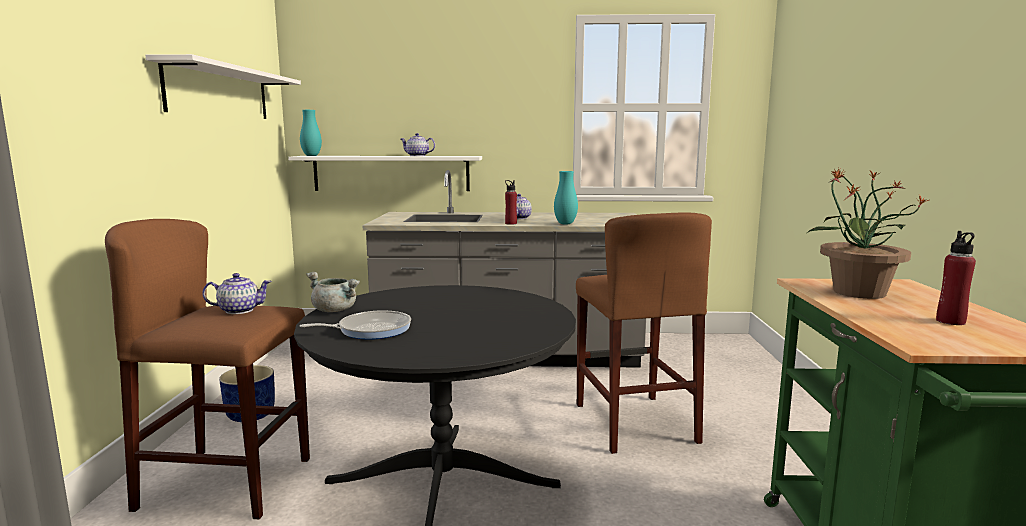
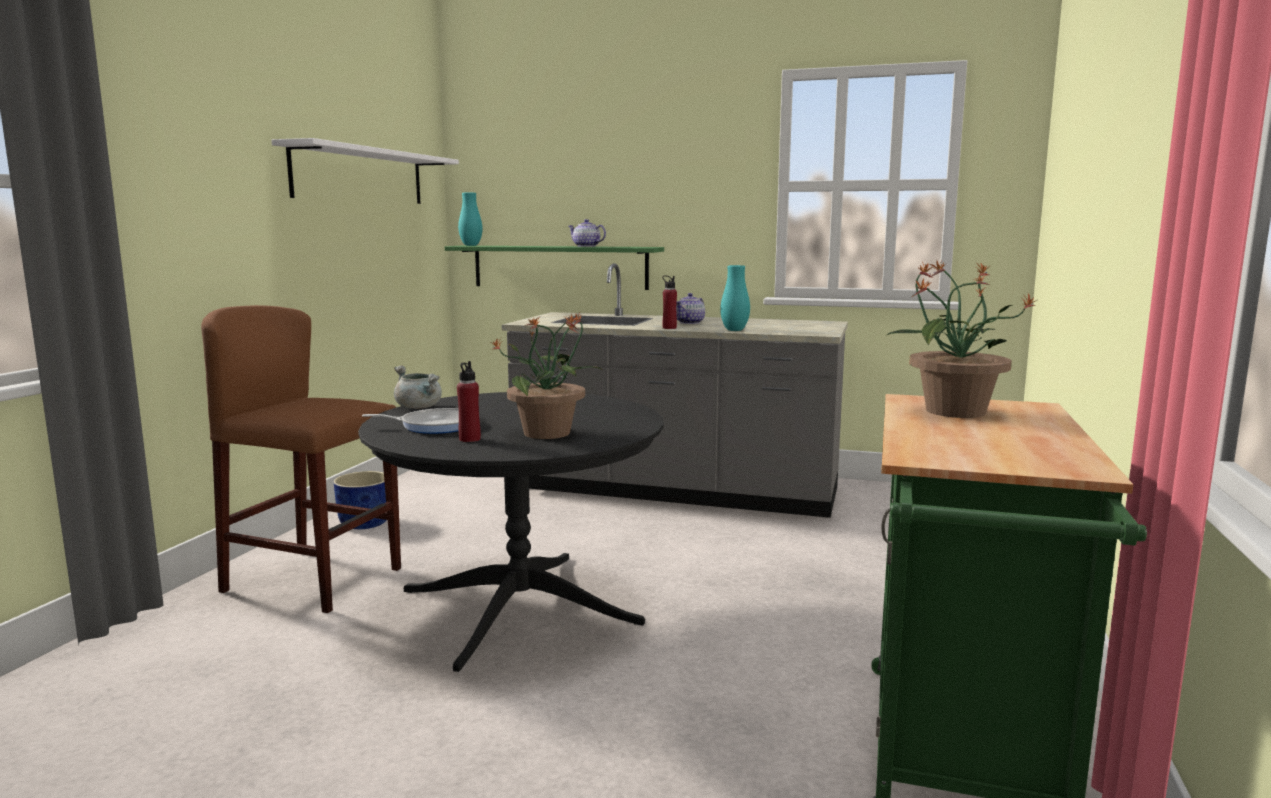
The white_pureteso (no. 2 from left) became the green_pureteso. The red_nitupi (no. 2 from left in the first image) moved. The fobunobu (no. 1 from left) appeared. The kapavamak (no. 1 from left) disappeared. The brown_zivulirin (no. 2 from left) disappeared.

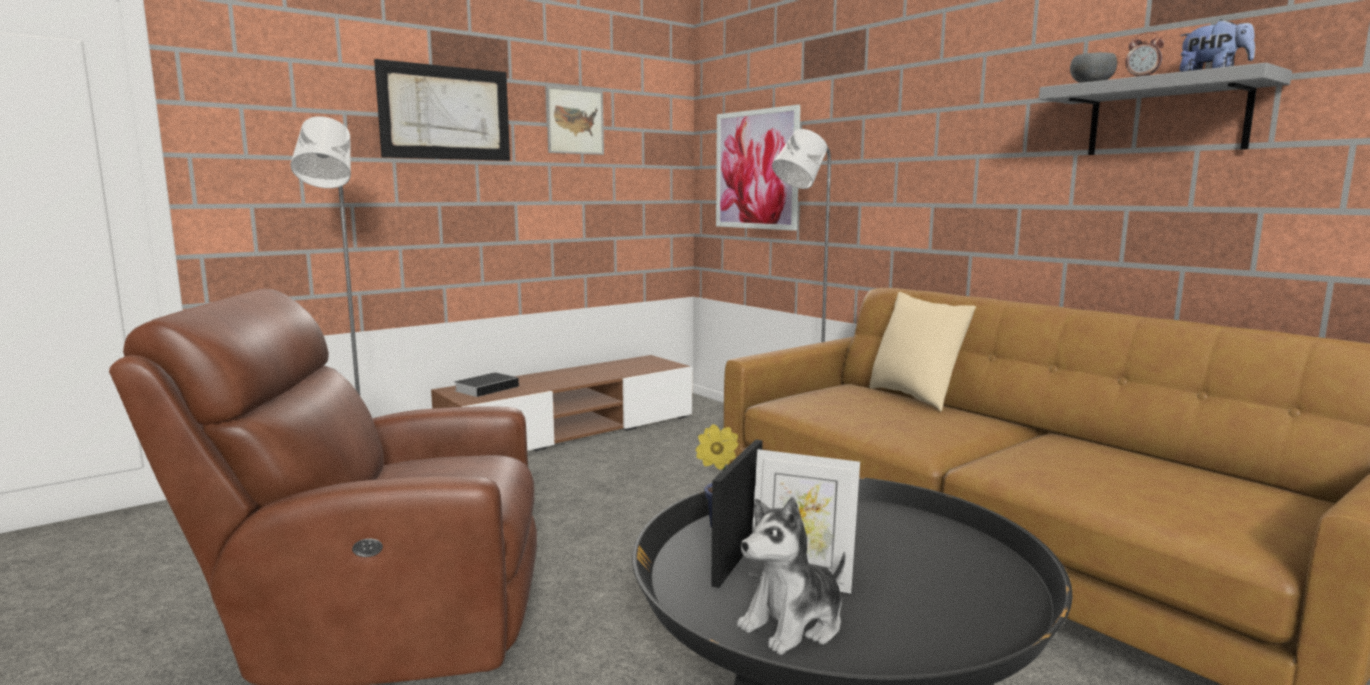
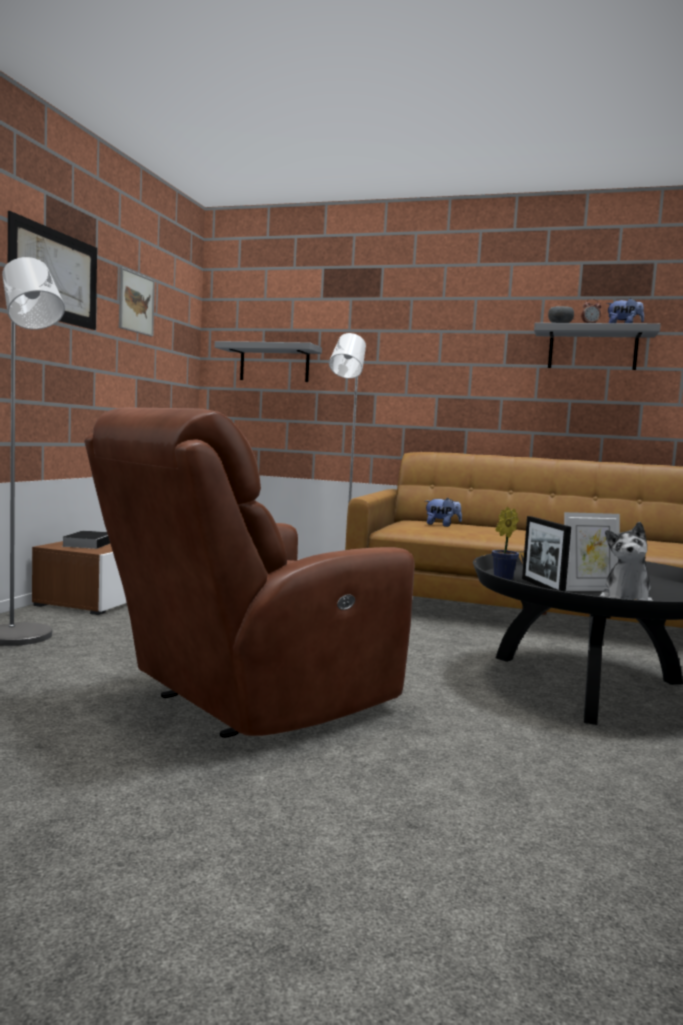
The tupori (no. 3 from left) was replaced by the grey_pureteso (no. 1 from left). The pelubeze (no. 1 from left) appeared. The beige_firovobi disappeared.

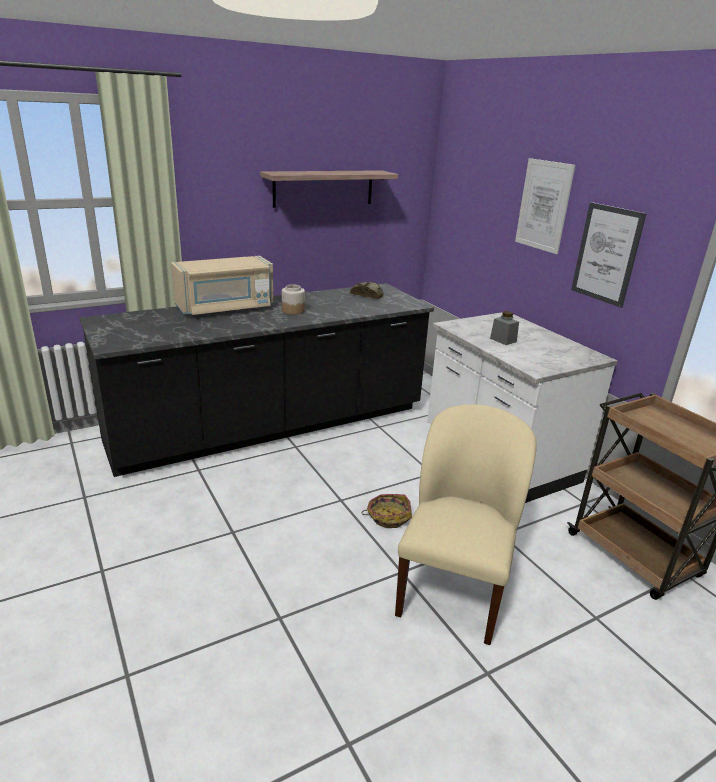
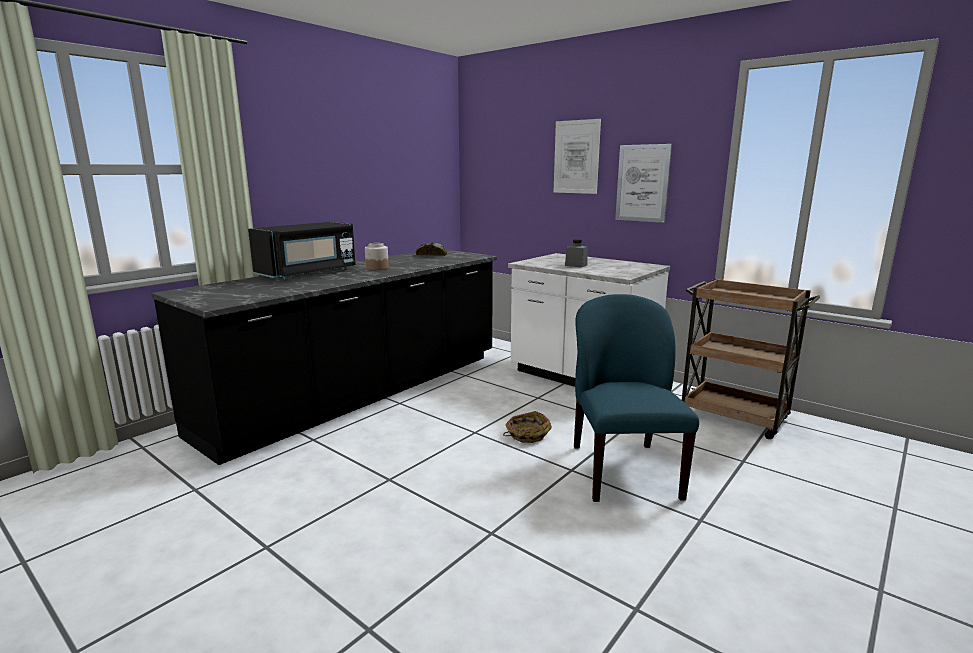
The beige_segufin became the black_segufin. The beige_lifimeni became the blue_lifimeni. The pureteso disappeared.

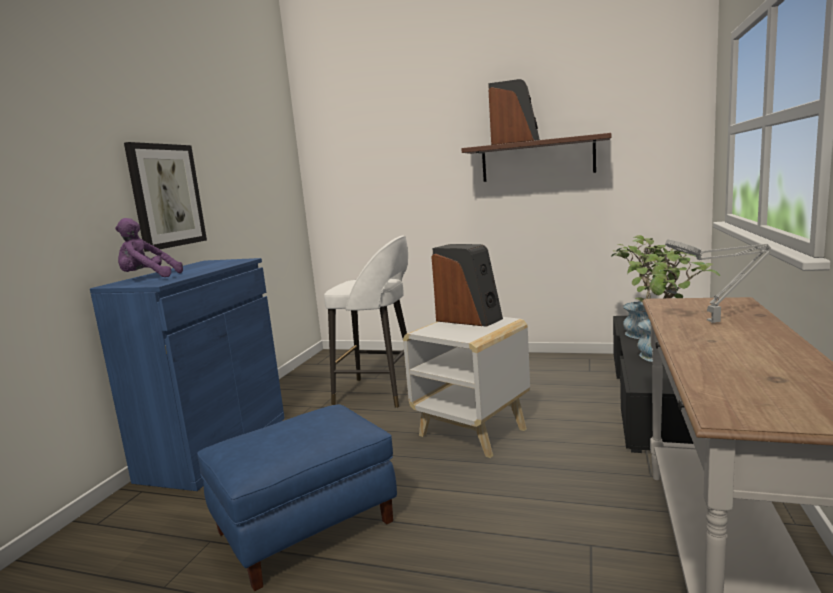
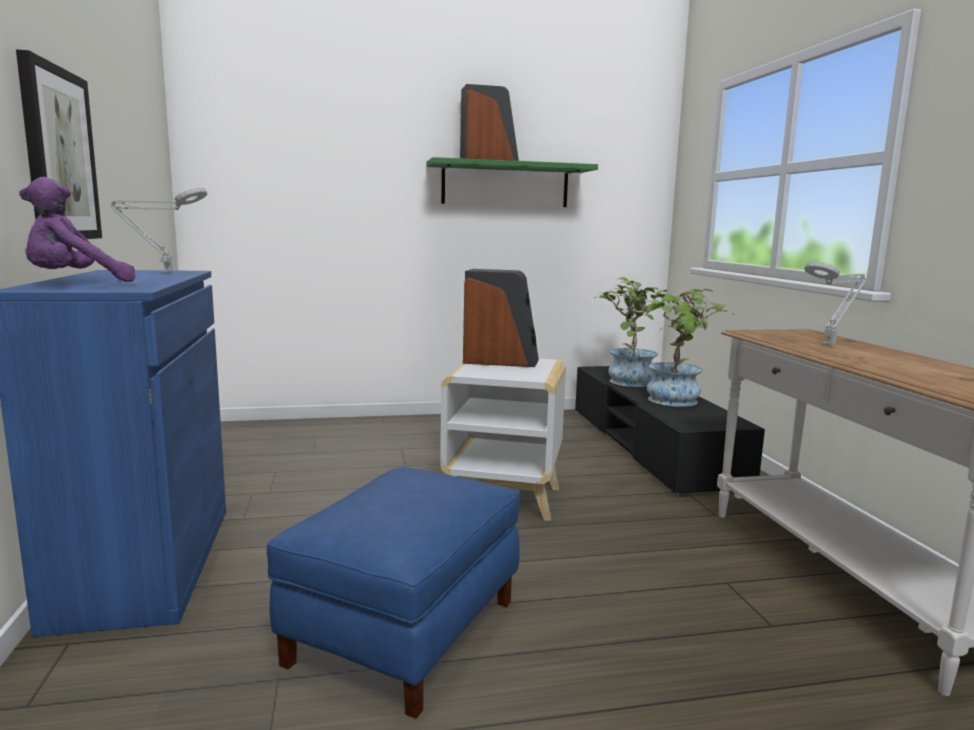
The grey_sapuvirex (no. 1 from left) appeared. The brown_pureteso became the green_pureteso. The white_zivulirin disappeared.

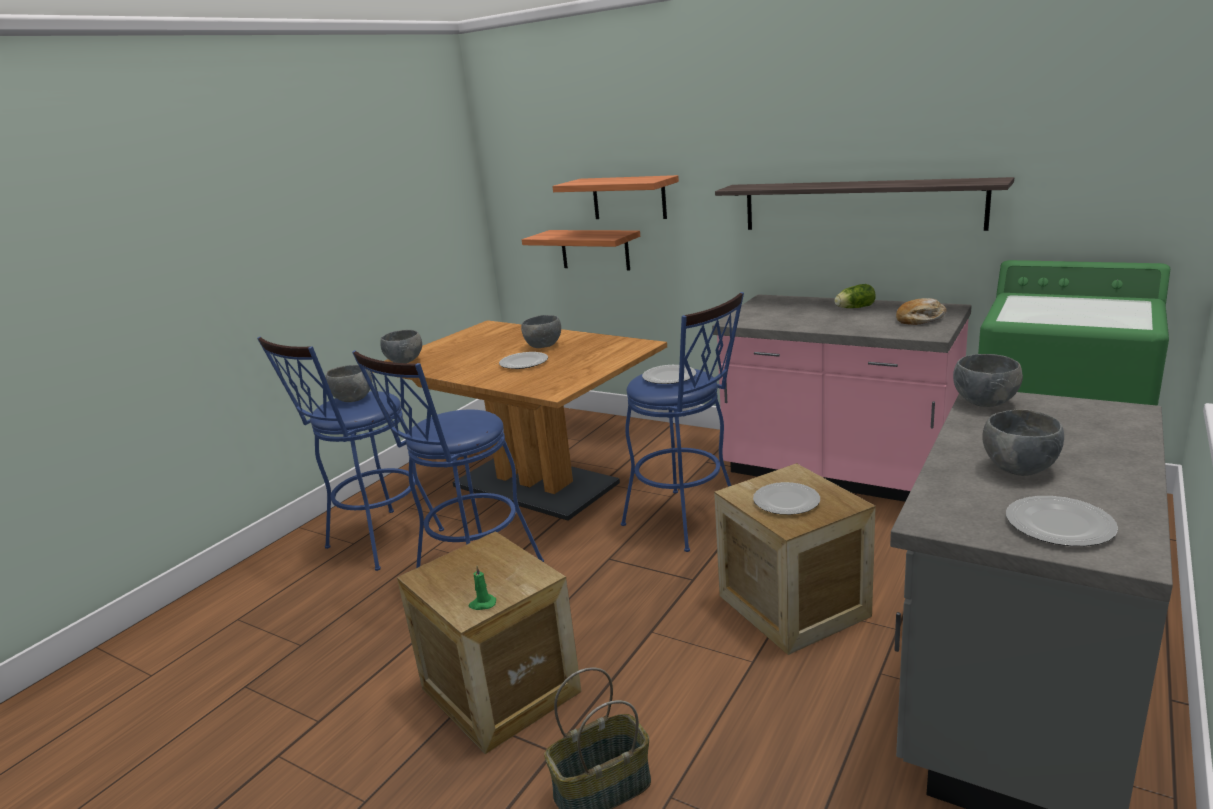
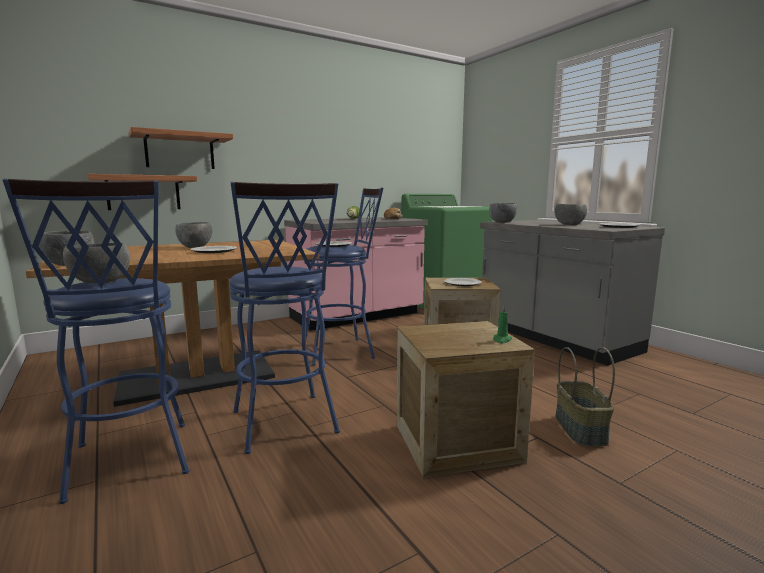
The pureteso (no. 3 from left) disappeared.

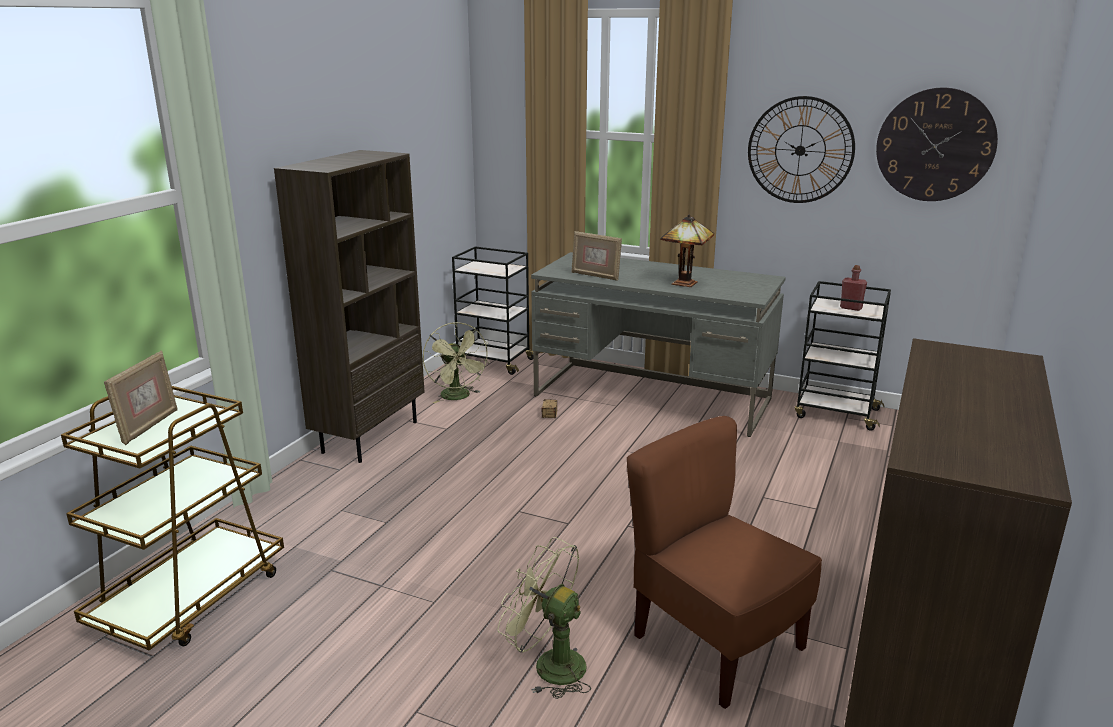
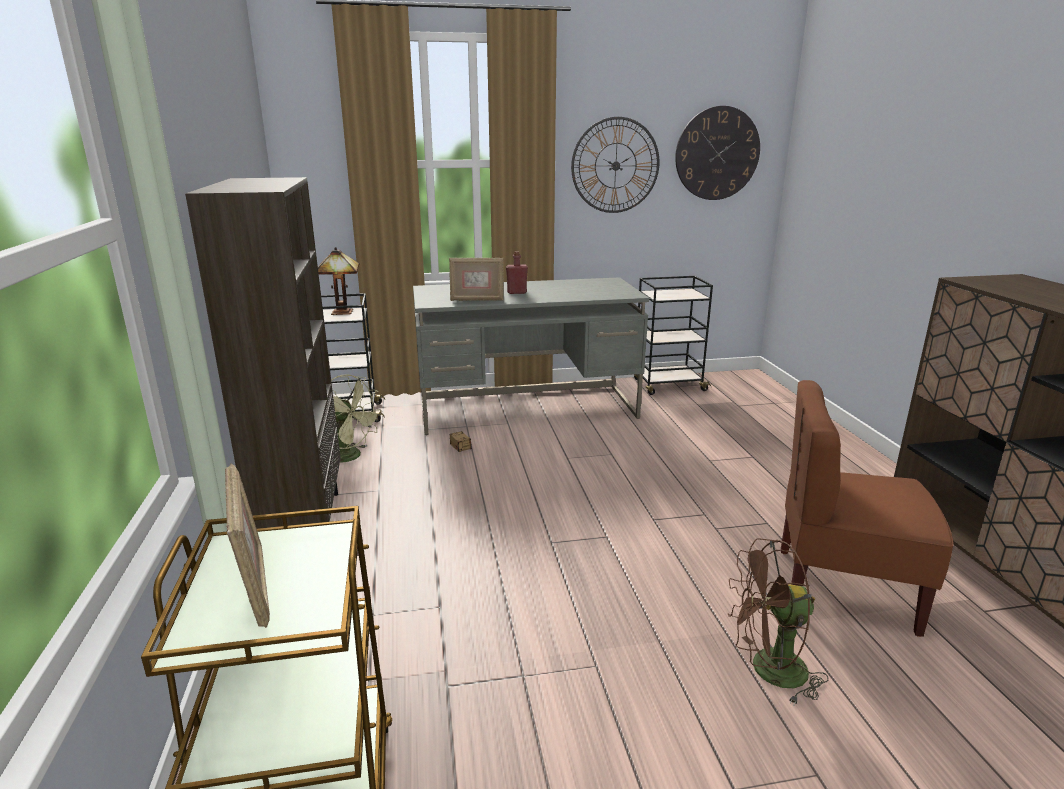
The sapuvirex moved. The red_nitupi moved. The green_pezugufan (no. 2 from left) became the brown_pezugufan.

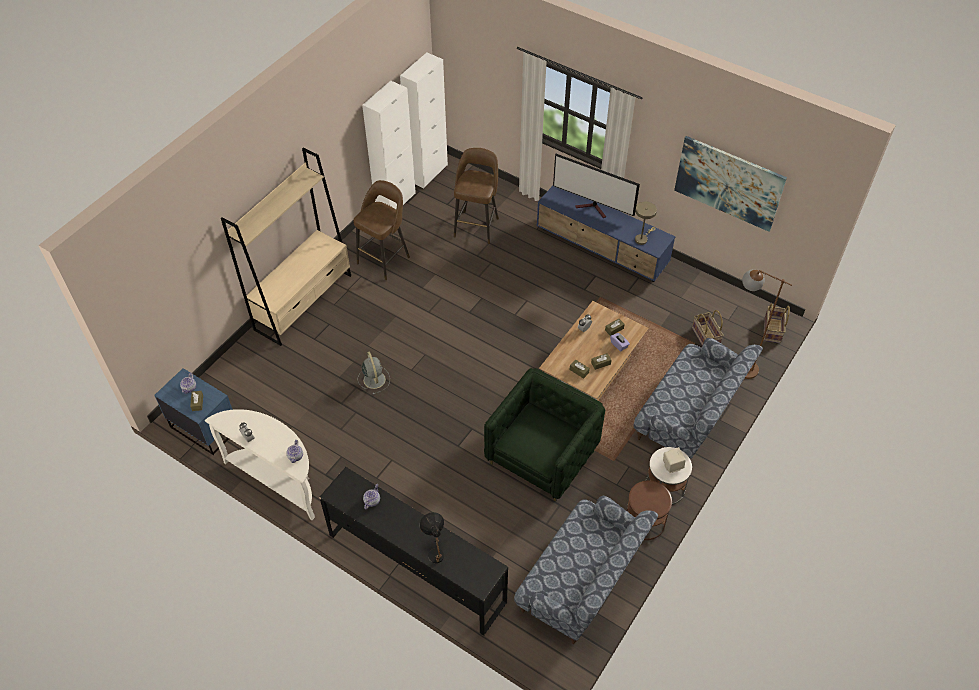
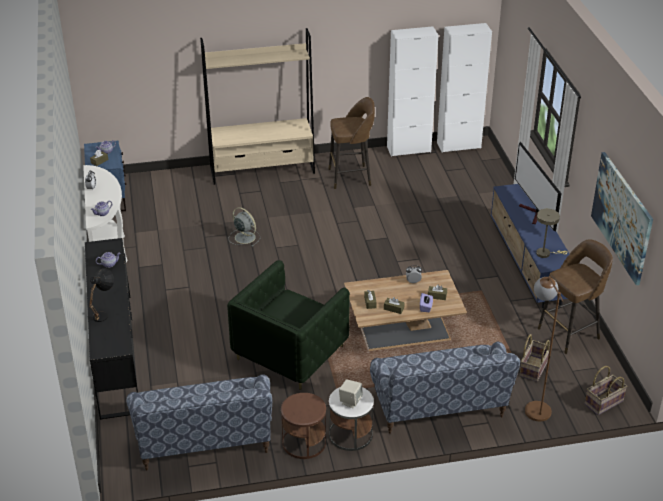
The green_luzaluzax turned 135 degrees clockwise. The grey_pezugufan turned 75 degrees counterclockwise. The brown_zivulirin (no. 2 from left) moved.

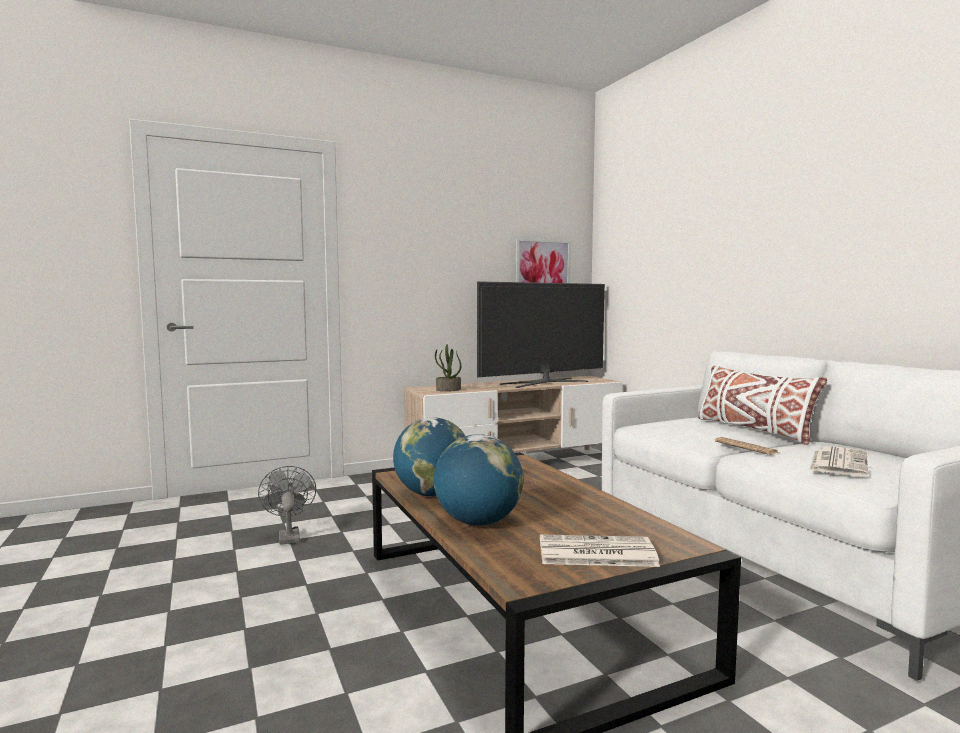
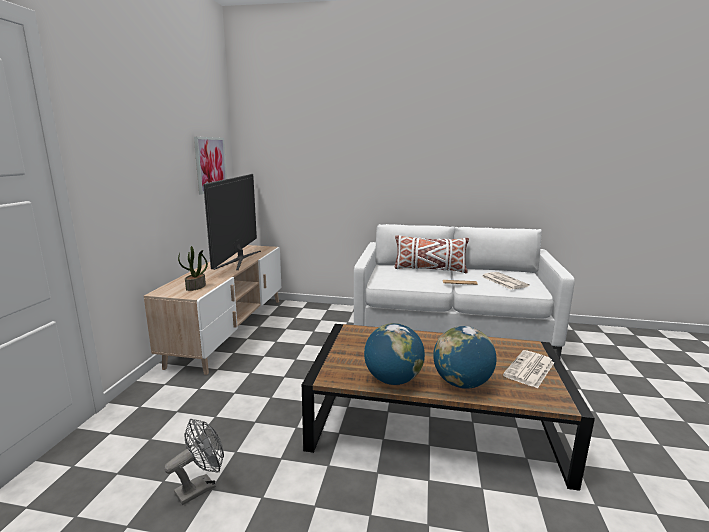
The grey_pezugufan turned 120 degrees clockwise.

